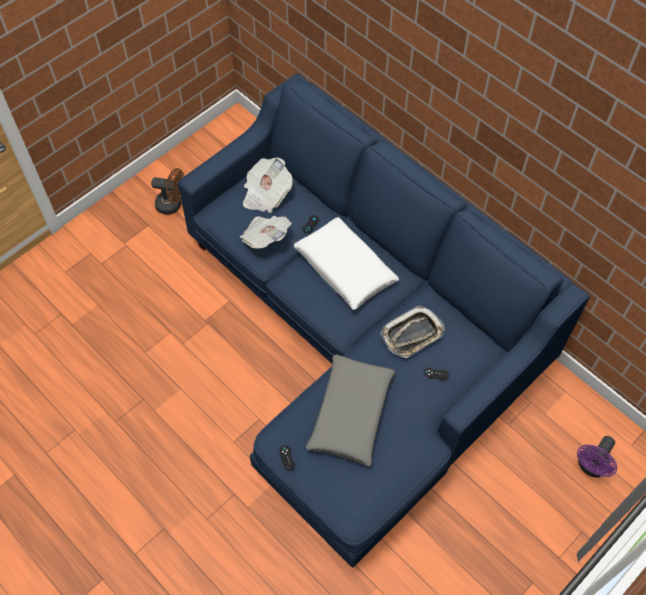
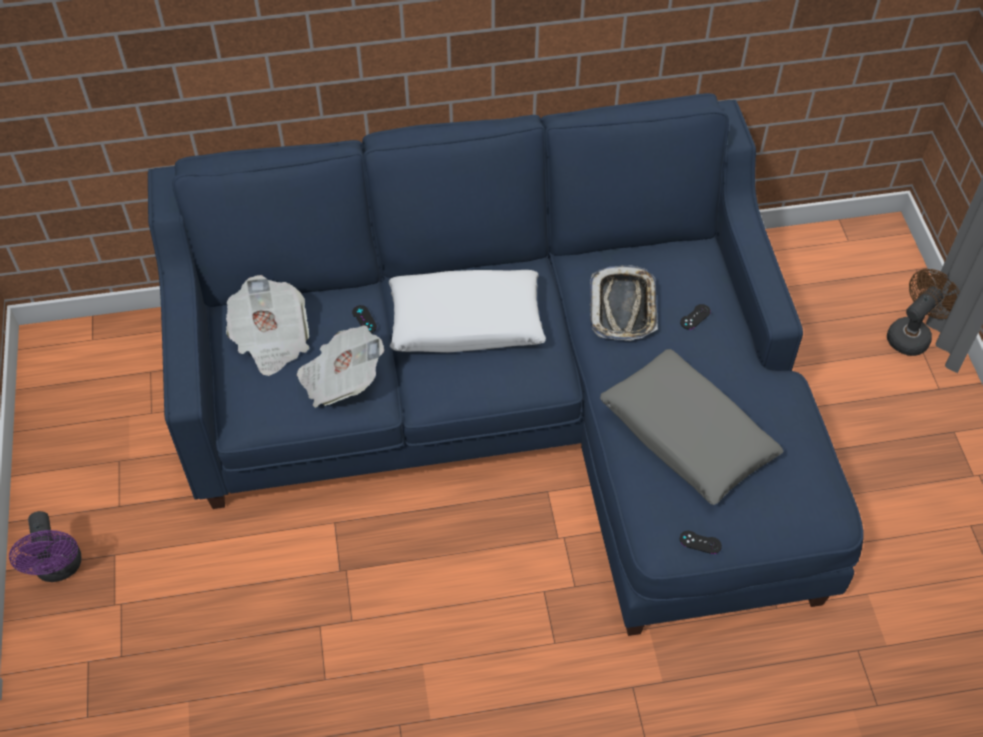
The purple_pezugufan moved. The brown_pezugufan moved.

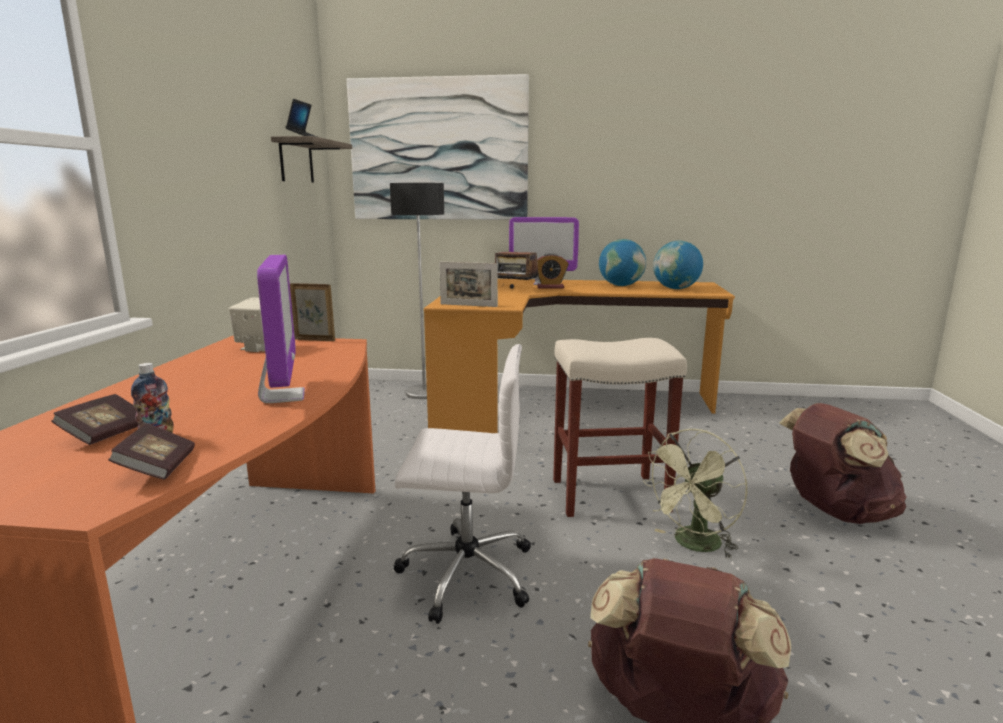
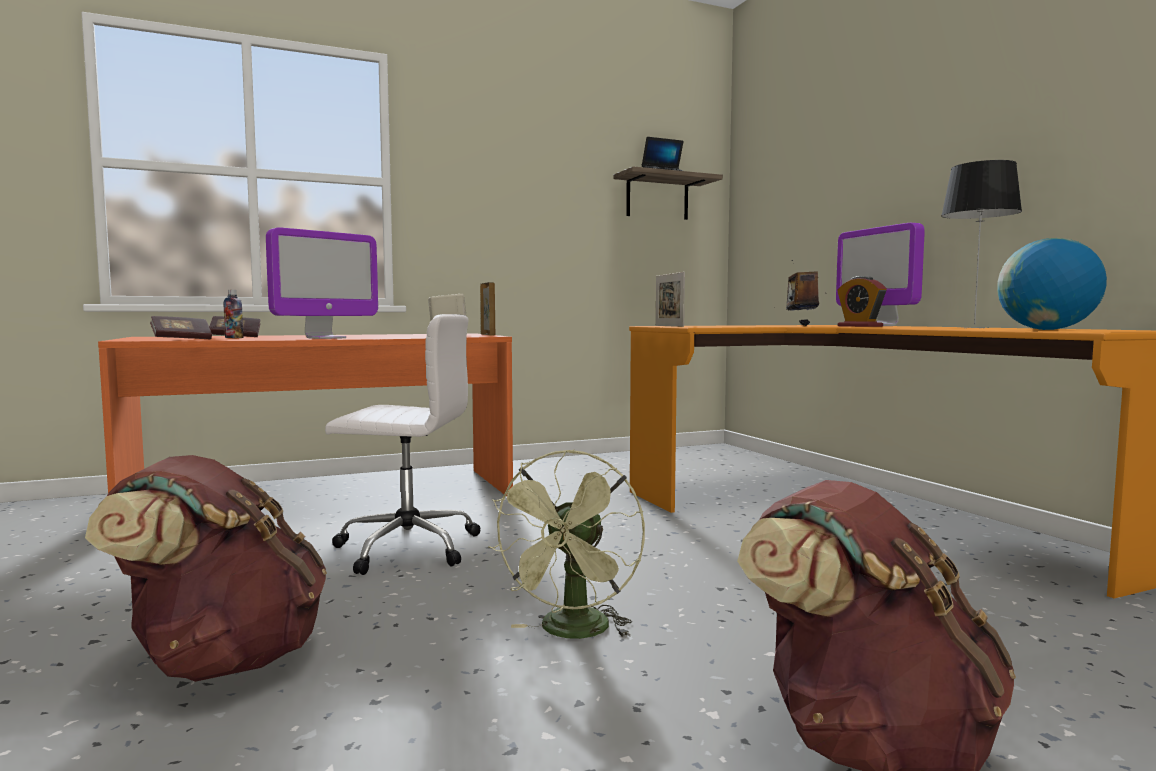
The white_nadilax turned 60 degrees counterclockwise. The green_pezugufan turned 90 degrees counterclockwise. The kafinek (no. 1 from left) was replaced by the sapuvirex. The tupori disappeared. The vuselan disappeared. The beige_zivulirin disappeared.

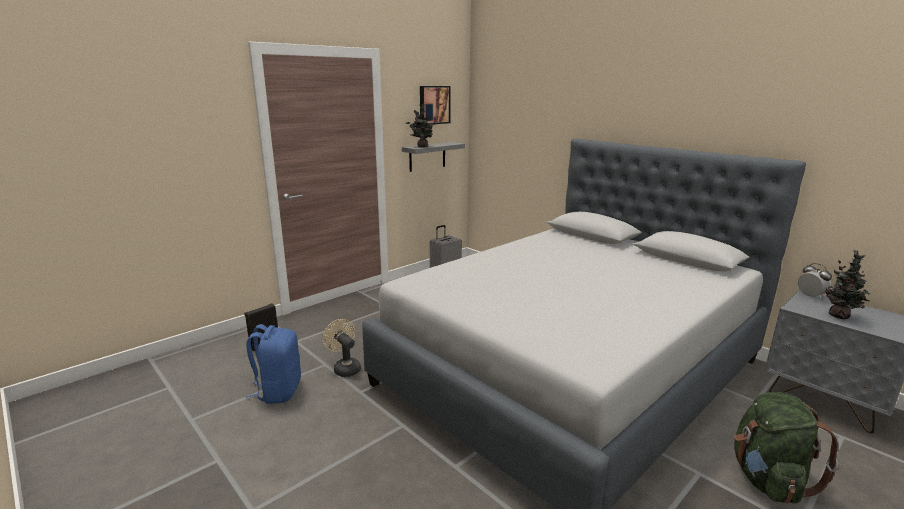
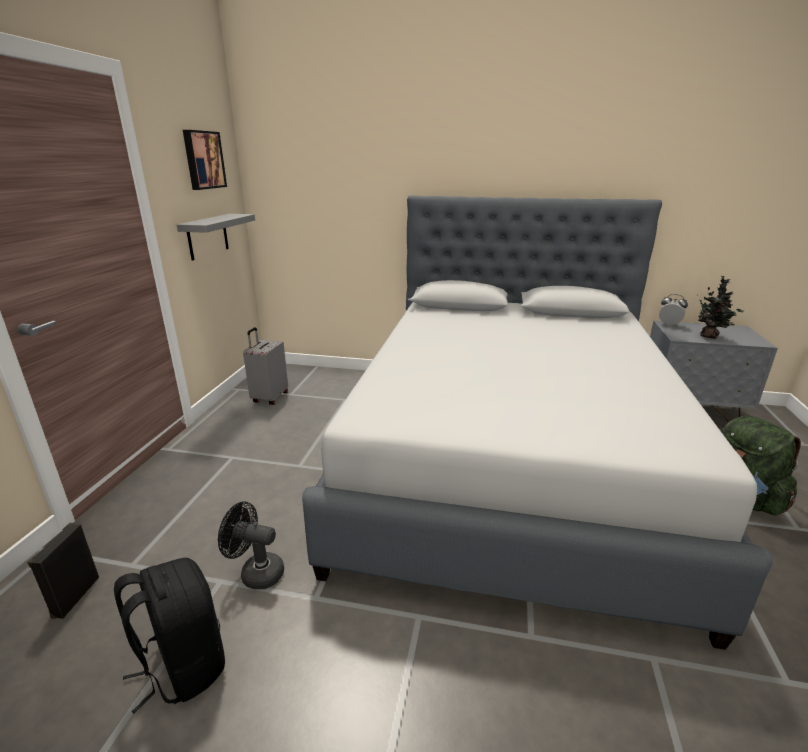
The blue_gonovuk became the black_gonovuk. The beige_pezugufan became the black_pezugufan. The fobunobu (no. 1 from left) disappeared.

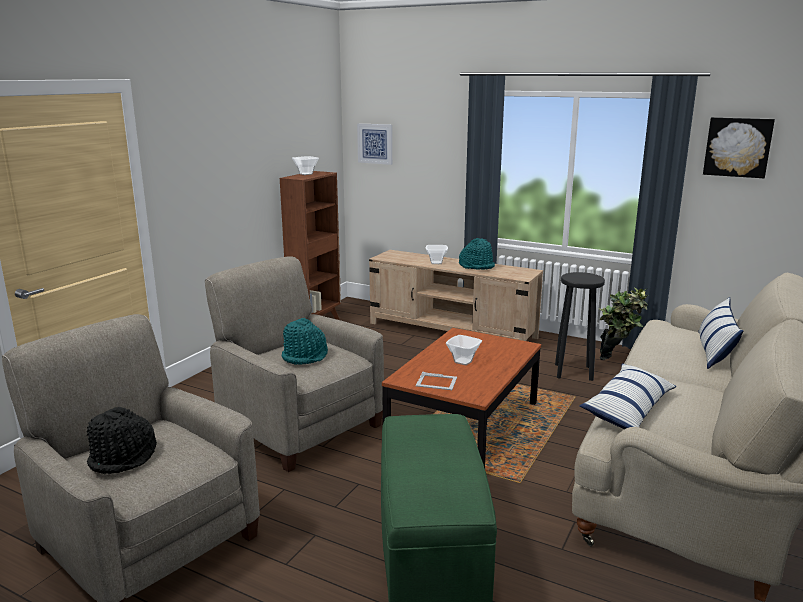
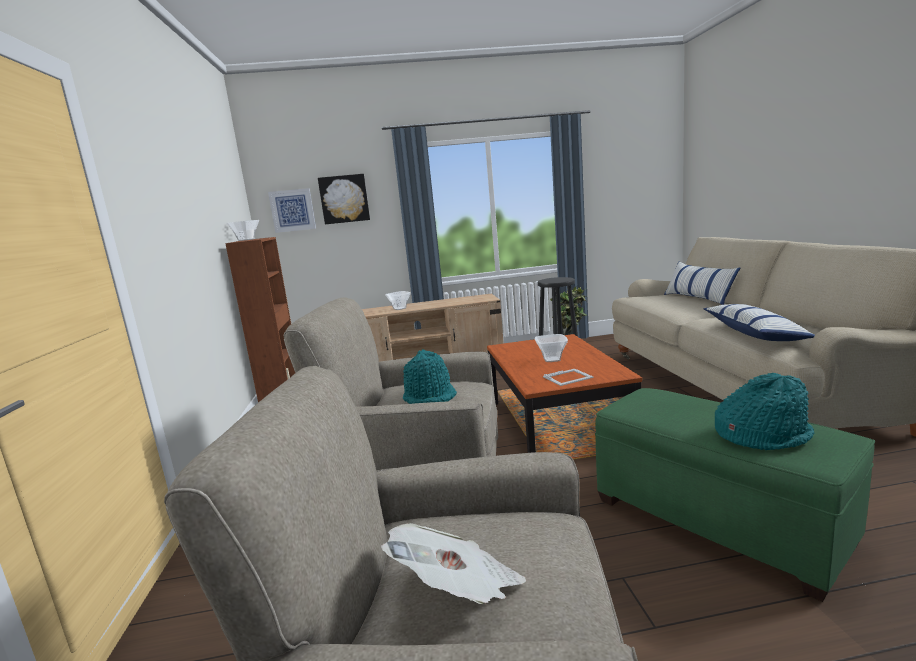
The tupori (no. 2 from left) moved. The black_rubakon was replaced by the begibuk. The turquoise_rubakon (no. 2 from left) moved.

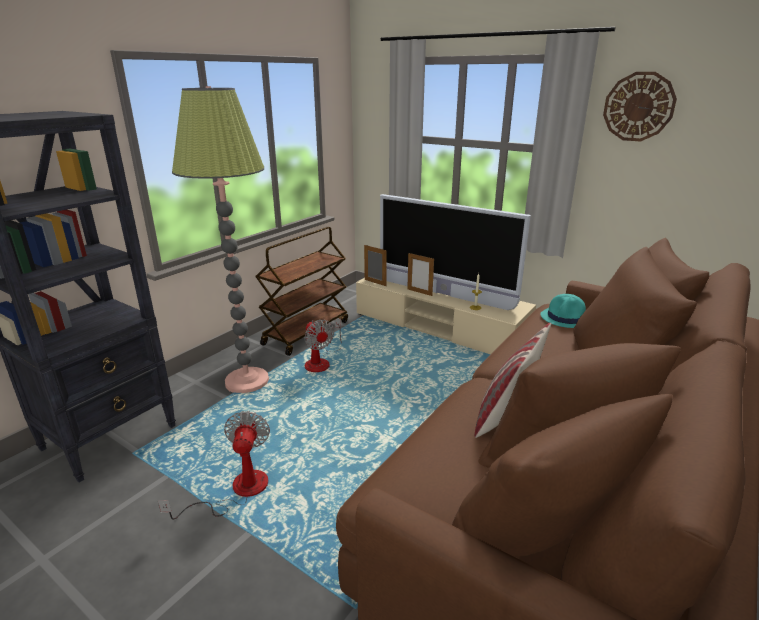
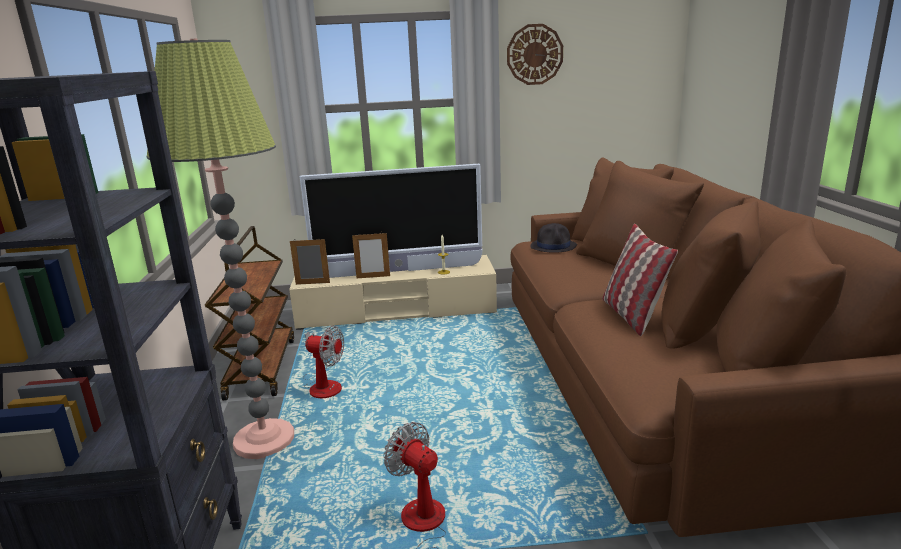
The turquoise_rubakon became the black_rubakon.

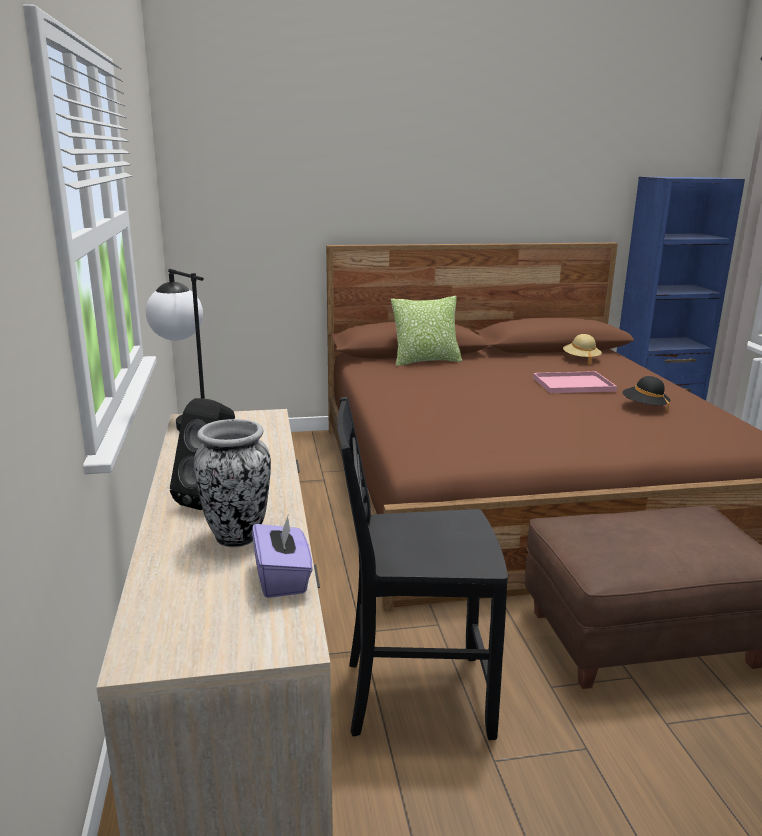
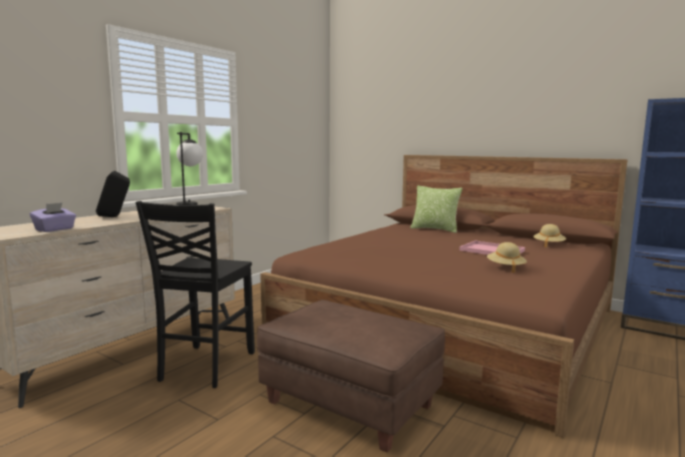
The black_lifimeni turned 120 degrees counterclockwise. The black_rubakon became the beige_rubakon (no. 1 from left). The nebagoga disappeared.

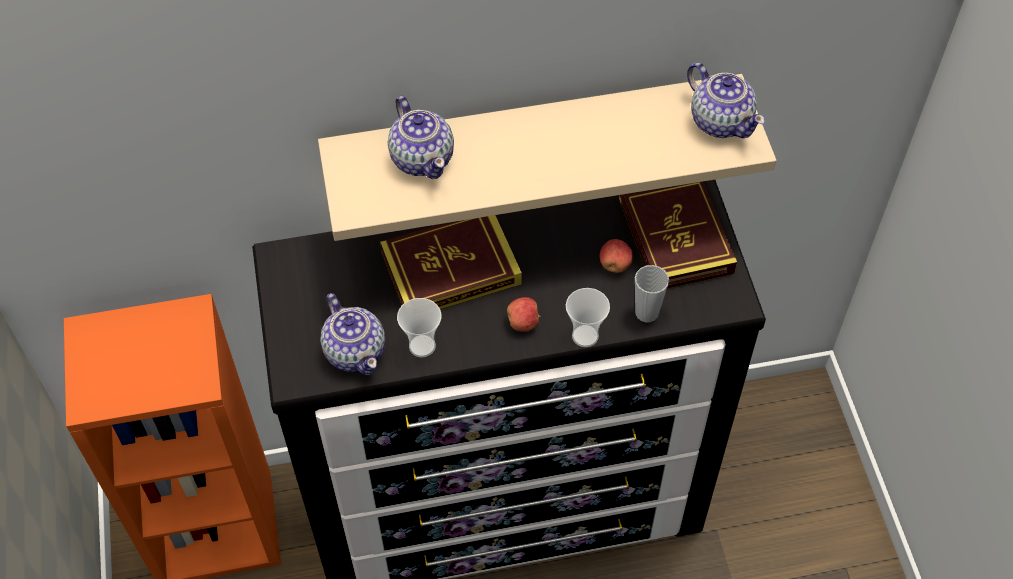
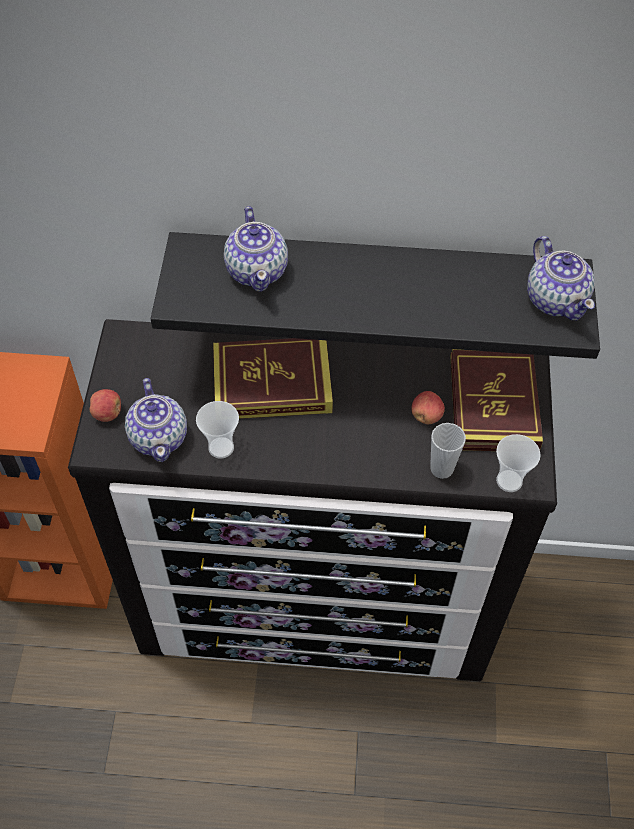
The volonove (no. 1 from left) moved. The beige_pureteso became the black_pureteso. The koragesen (no. 2 from left in the first image) moved.

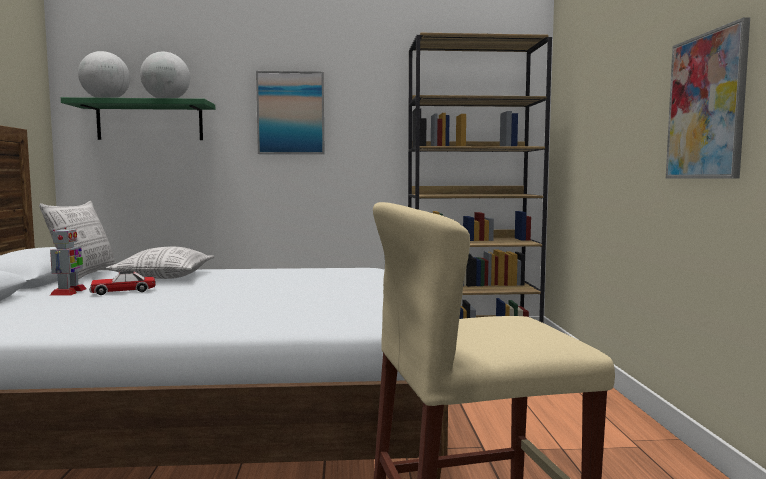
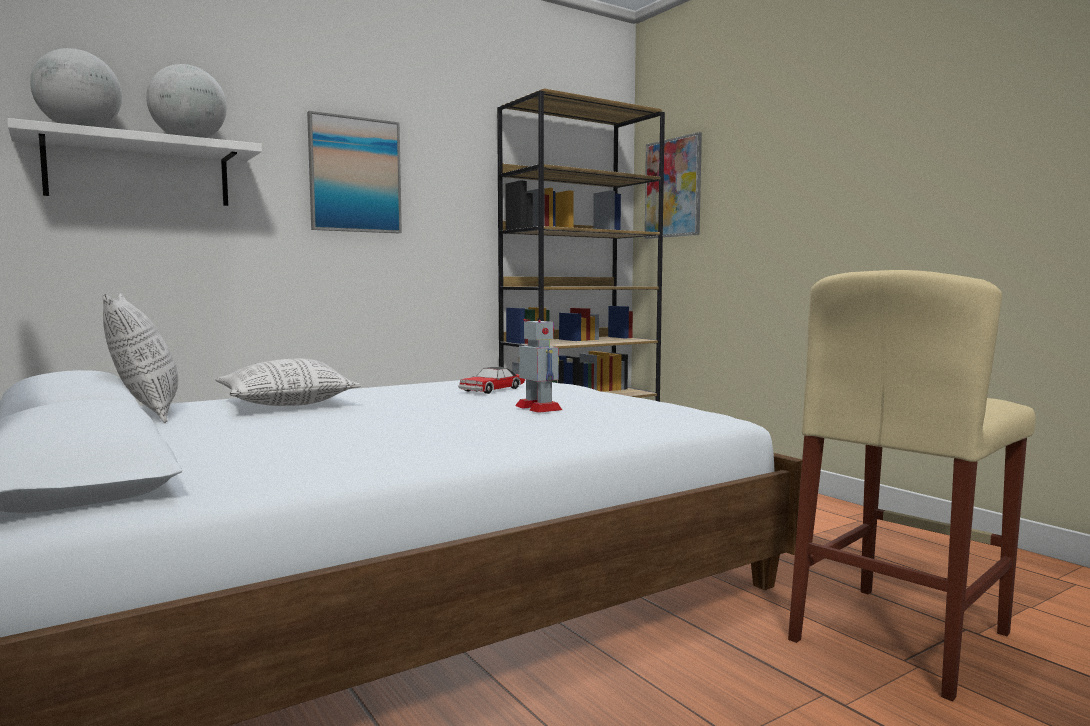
The green_pureteso became the white_pureteso. The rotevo moved. The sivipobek moved. The tupori (no. 2 from left) moved.

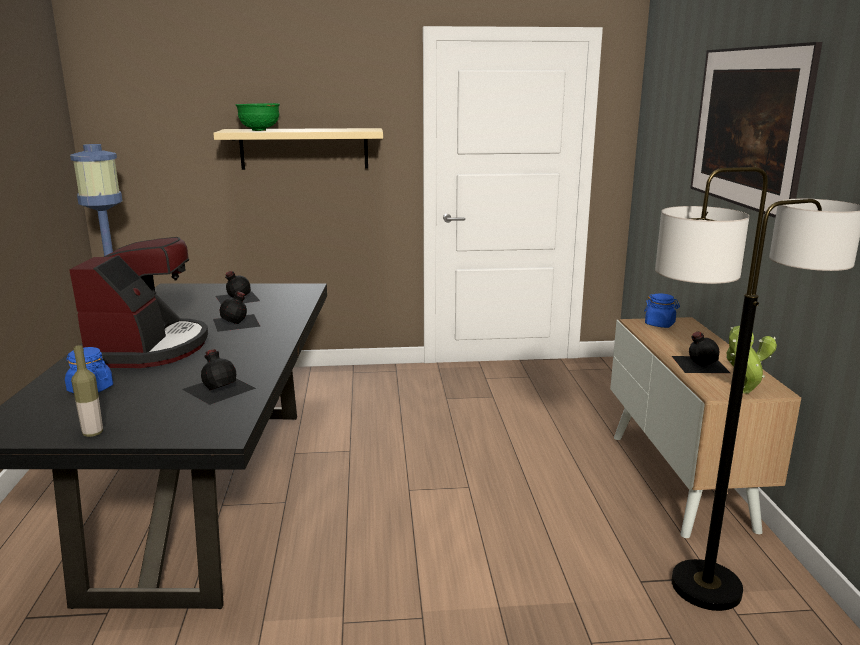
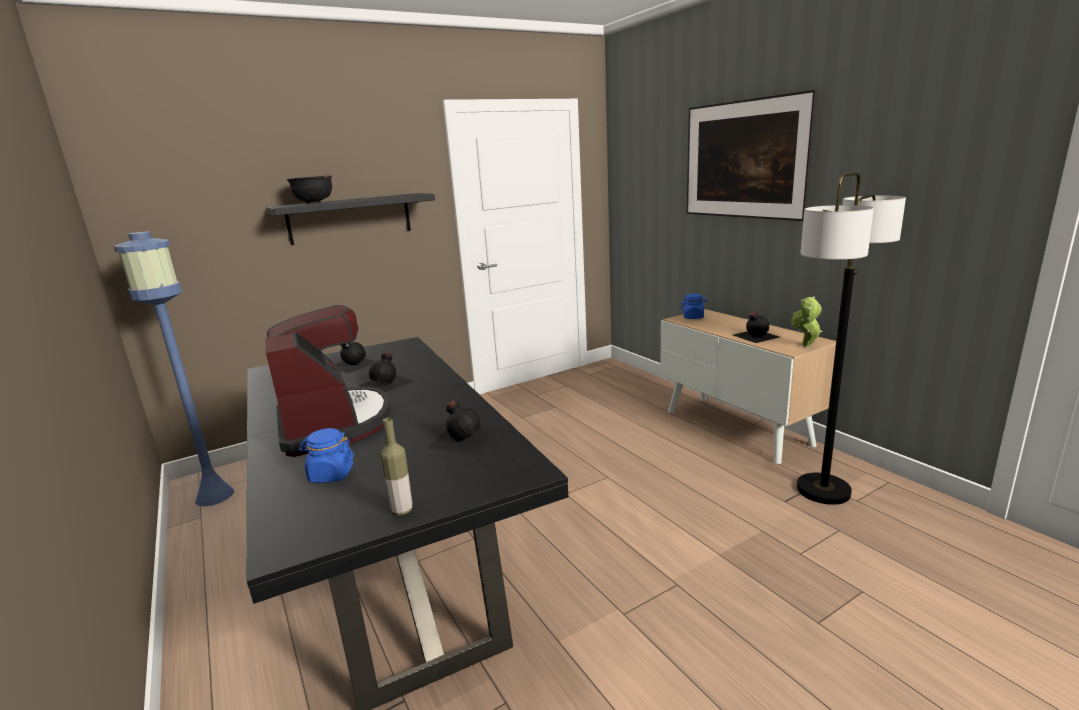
The beige_pureteso became the black_pureteso. The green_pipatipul became the black_pipatipul.

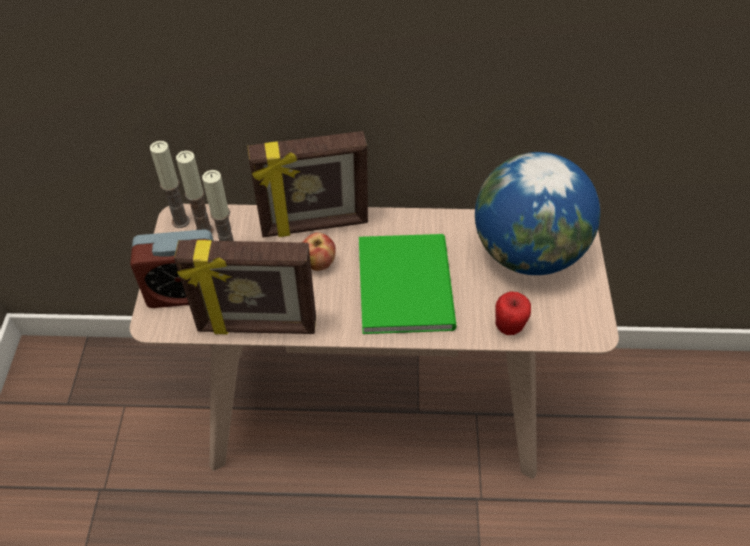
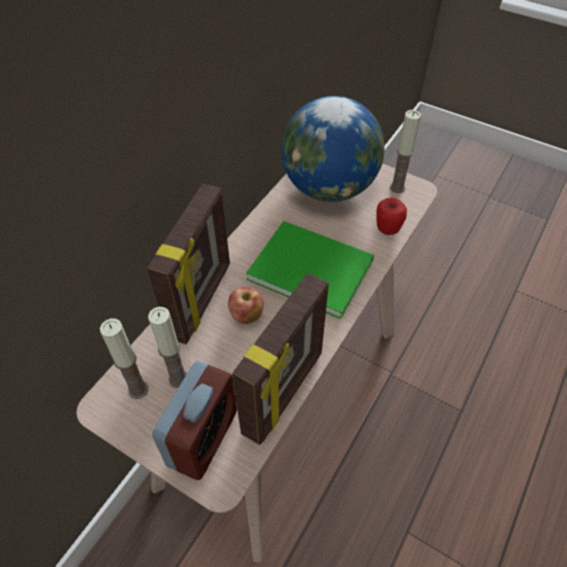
The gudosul (no. 1 from left in the first image) moved.

